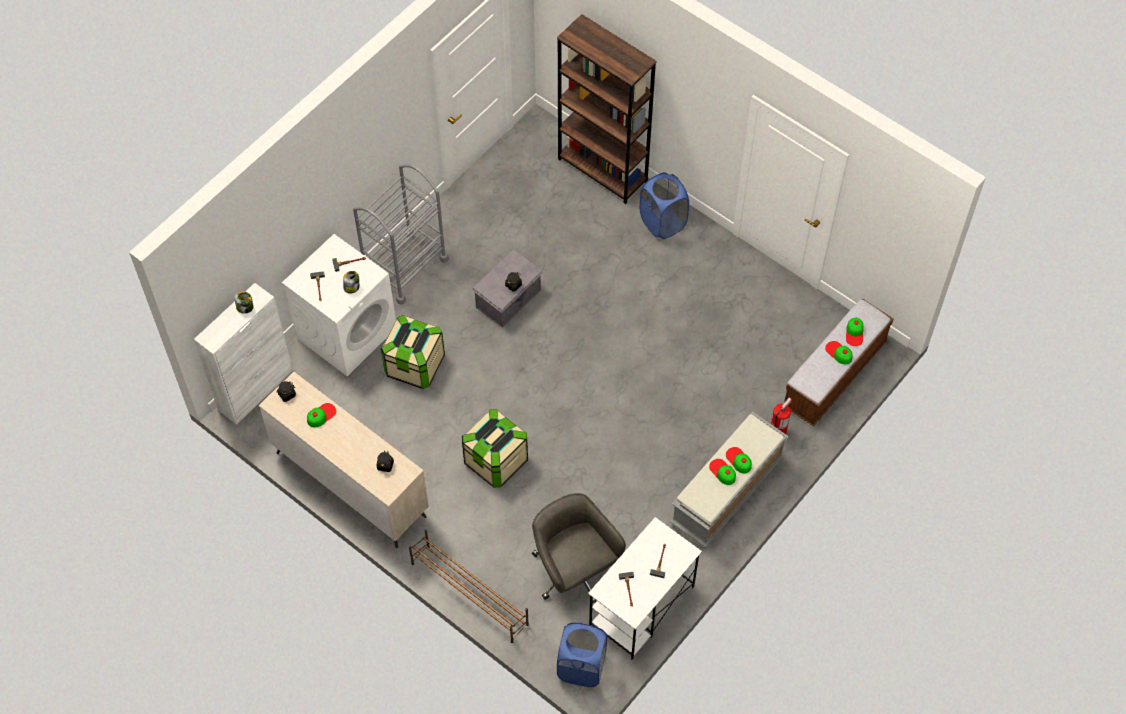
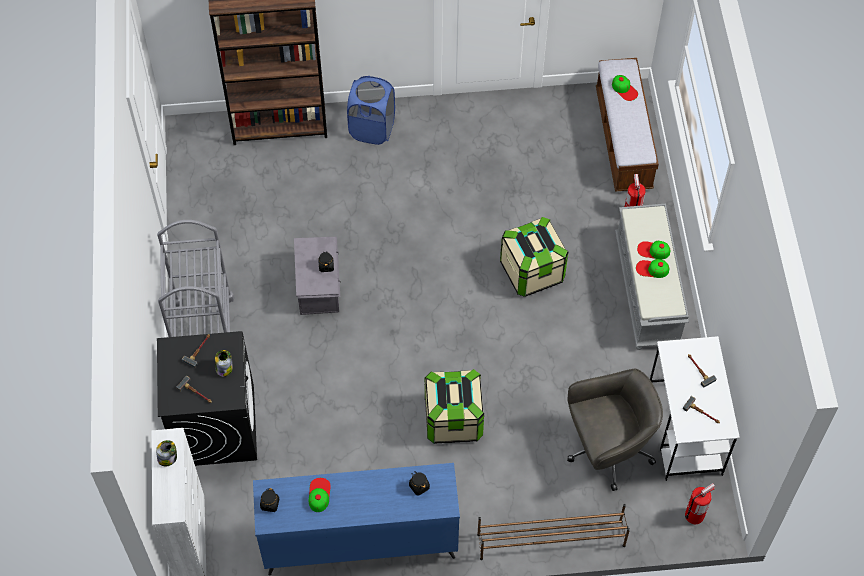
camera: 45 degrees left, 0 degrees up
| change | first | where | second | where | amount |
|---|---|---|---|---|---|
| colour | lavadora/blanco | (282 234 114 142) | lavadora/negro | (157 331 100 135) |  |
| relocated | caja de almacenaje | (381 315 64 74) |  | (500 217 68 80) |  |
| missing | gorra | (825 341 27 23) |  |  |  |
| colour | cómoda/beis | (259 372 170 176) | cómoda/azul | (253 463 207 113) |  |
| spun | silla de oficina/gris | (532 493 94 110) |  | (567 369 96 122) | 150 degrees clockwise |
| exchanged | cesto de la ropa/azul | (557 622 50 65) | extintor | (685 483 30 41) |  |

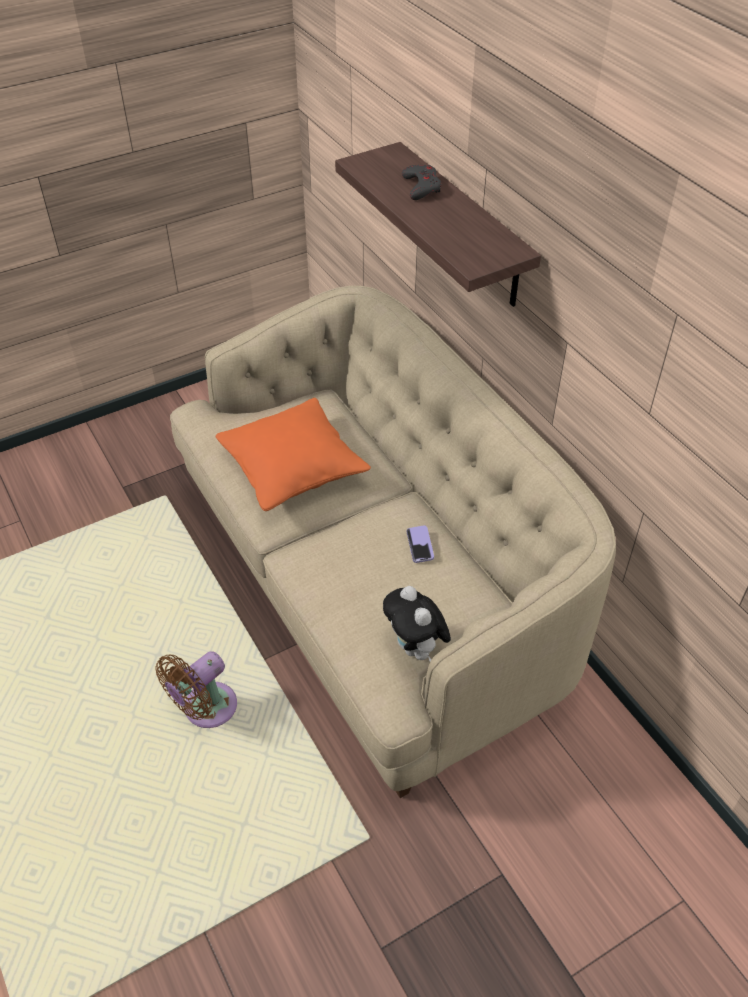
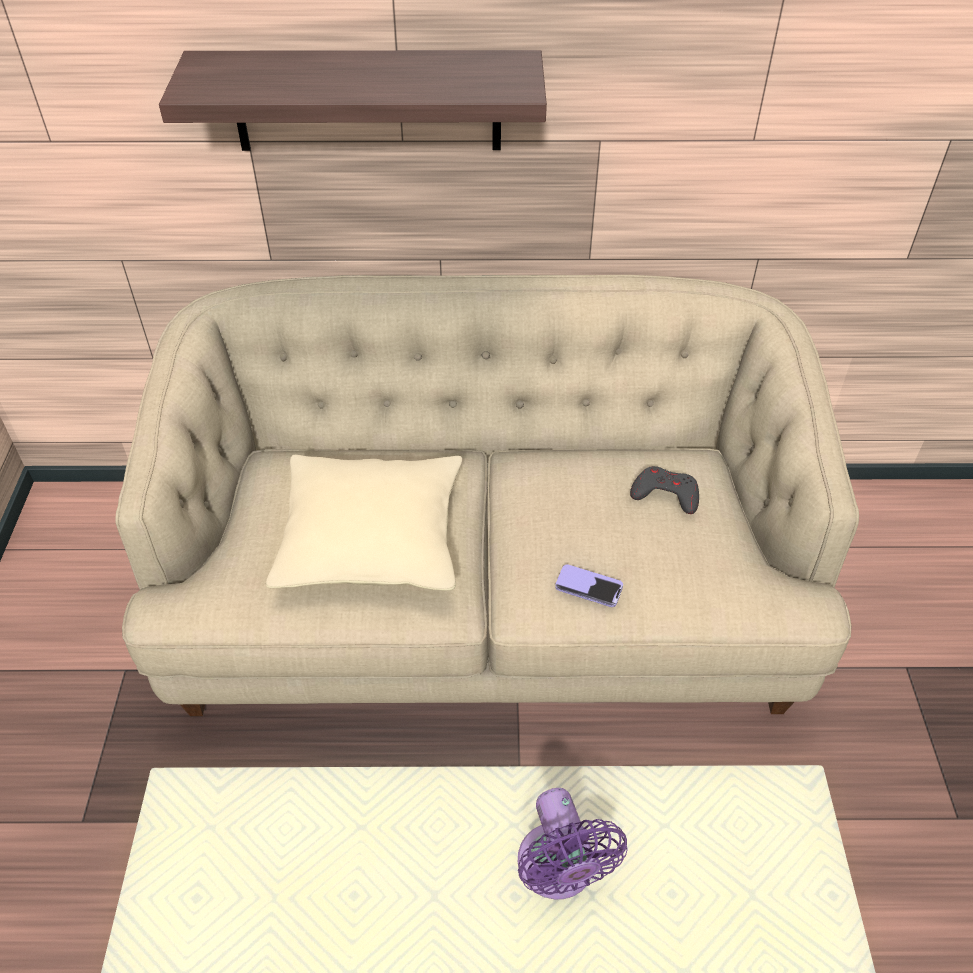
camera: 60 degrees left, 0 degrees up
| change | first | where | second | where | amount |
|---|---|---|---|---|---|
| relocated | mando de consola/gris | (402 165 40 35) |  | (630 466 69 48) |  |
| colour | cojín/naranja | (216 398 155 113) | cojín/beis | (266 455 196 136) |  |
| relocated | móvil | (406 526 28 37) |  | (555 564 68 43) |  |
| missing | peluche | (383 586 68 75) |  |  |  |
| colour | ventilador/marrón | (155 651 82 77) | ventilador/morado | (518 788 110 112) |  |

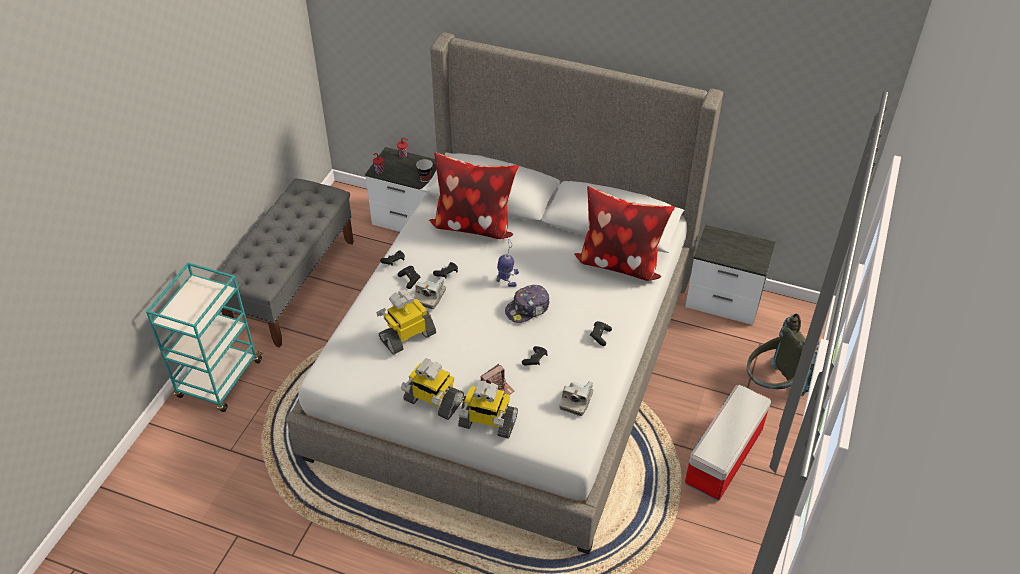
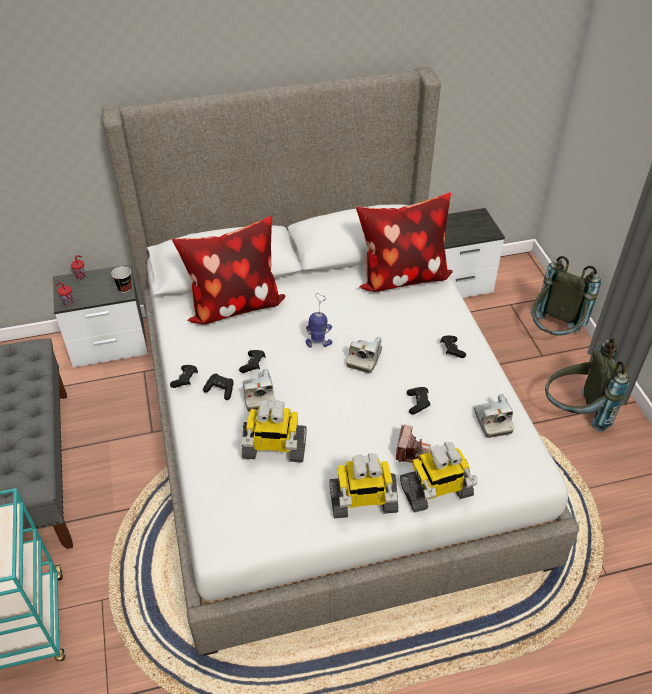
camera: 35 degrees left, 0 degrees up
| change | first | where | second | where | amount |
|---|---|---|---|---|---|
| exchanged | gorra | (505 285 44 38) | cámara | (346 337 36 36) |  |
| spun | robot de juguete | (376 289 60 66) |  | (242 399 65 64) | 105 degrees counterclockwise |
| exchanged | caja de almacenaje | (685 384 86 117) | mochila/gris | (545 339 85 93) |  |

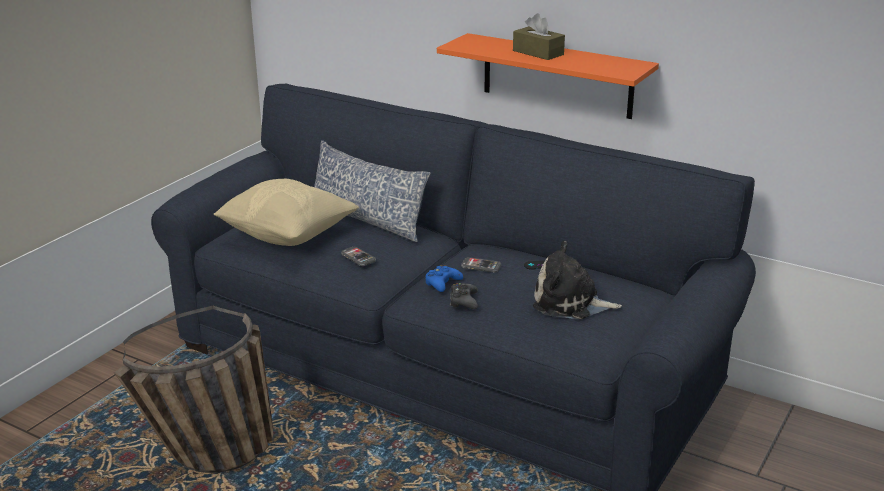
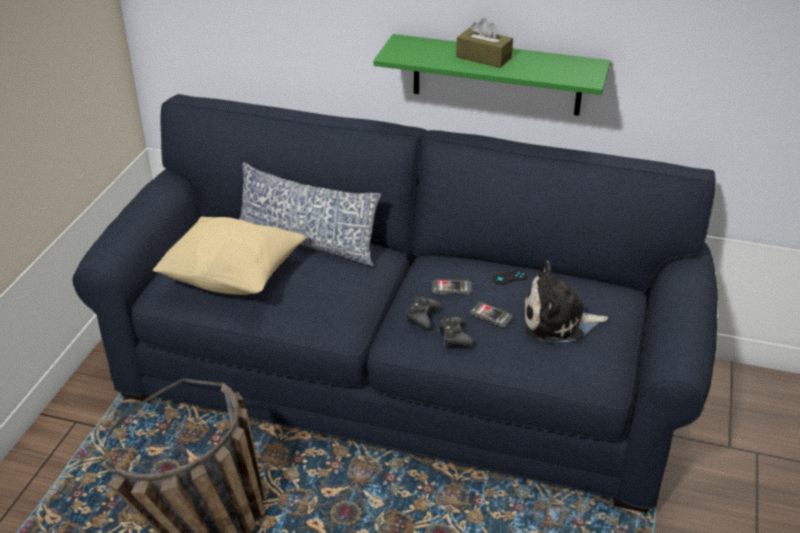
camera: 15 degrees left, 10 degrees up
| change | first | where | second | where | amount |
|---|---|---|---|---|---|
| colour | estante/naranja | (437 33 222 86) | estante/verde | (374 34 237 82) |  |
| relocated | móvil | (341 247 35 19) |  | (470 302 43 25) |  |
| colour | mando de consola/azul | (425 265 38 27) | mando de consola/negro | (406 297 36 32) |  |

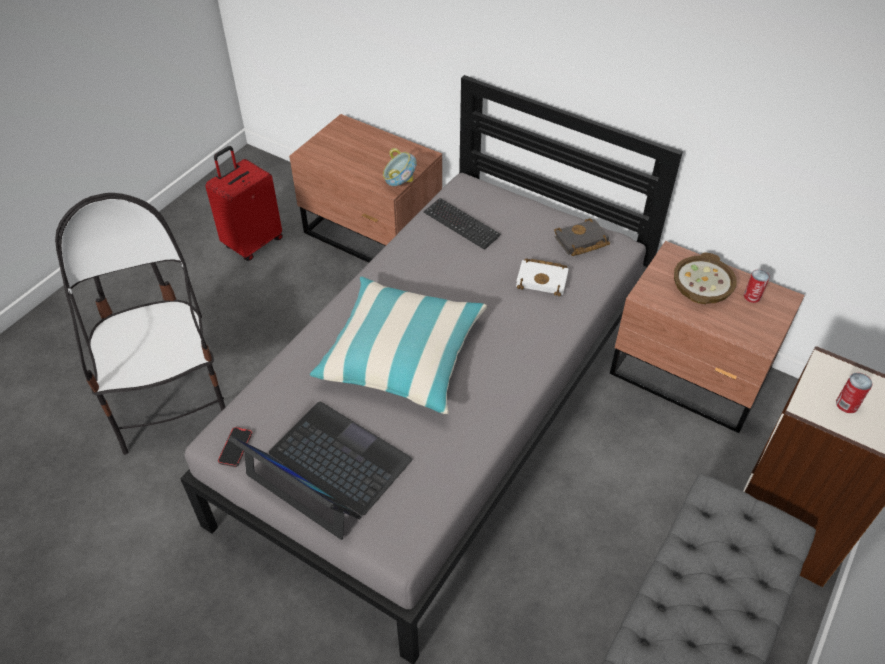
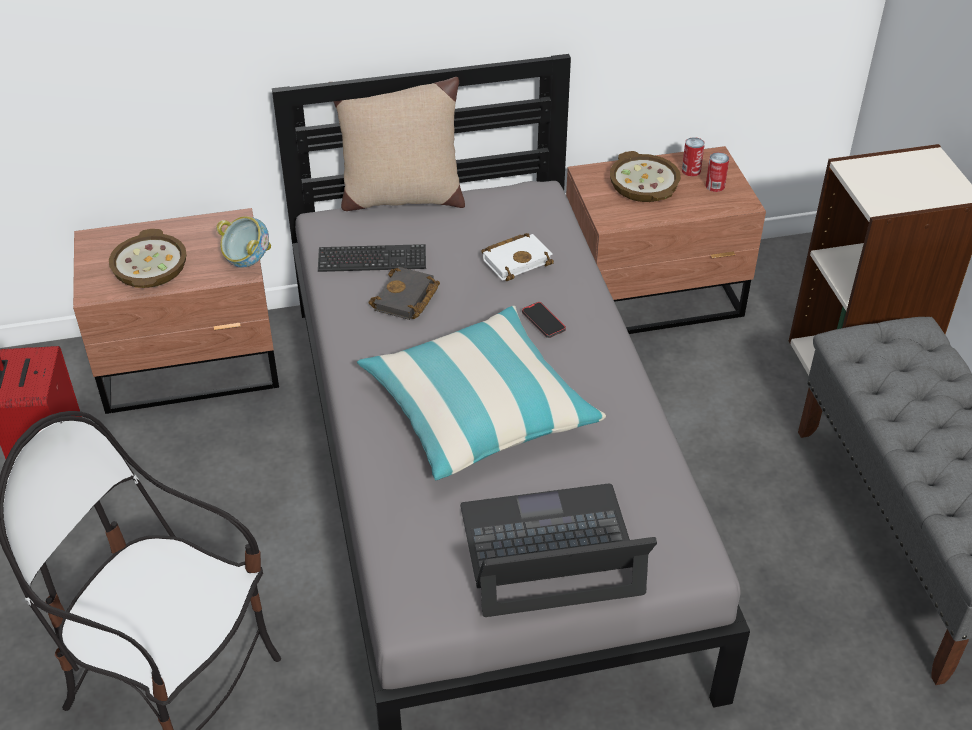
camera: 45 degrees left, 5 degrees down
| change | first | where | second | where | amount |
|---|---|---|---|---|---|
| relocated | libro/negro | (554 218 56 38) |  | (368 267 72 53) |  |
| relocated | lata | (836 373 37 40) |  | (706 152 23 40) |  |
| relocated | móvil | (218 427 34 40) |  | (522 302 44 36) |  |
| appeared |  |  | cojín/beis | (333 77 132 134) |  |
| appeared |  |  | cuenco | (109 229 77 59) |  |

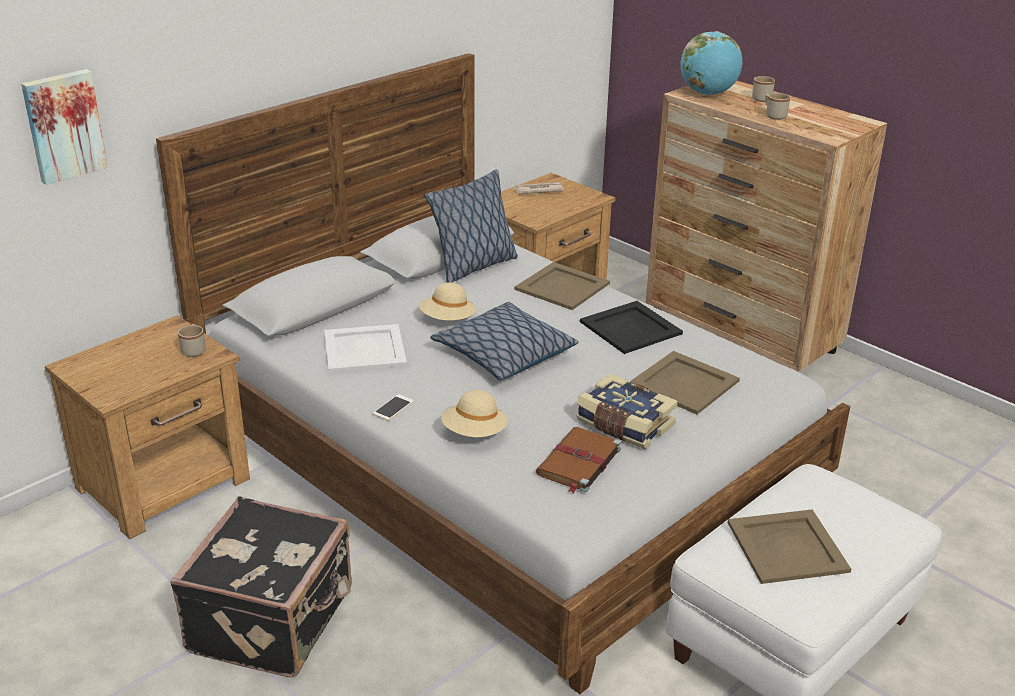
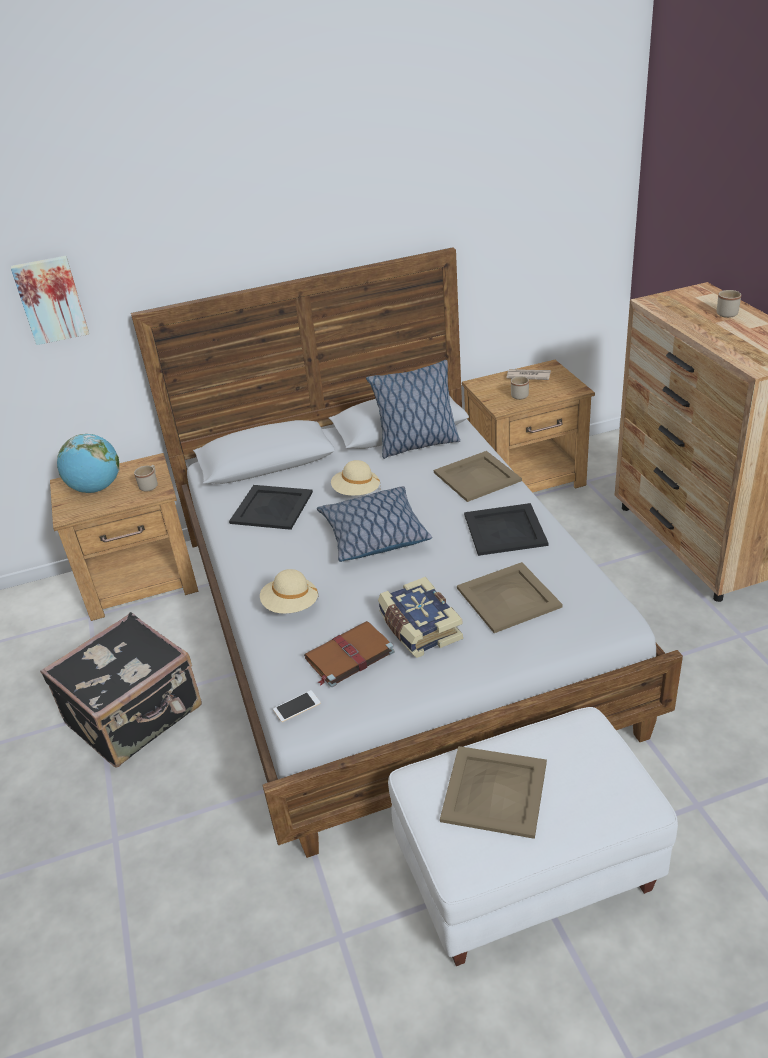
camera: 30 degrees right, 5 degrees up
| change | first | where | second | where | amount |
|---|---|---|---|---|---|
| relocated | globo terráqueo | (680 31 62 64) |  | (57 434 63 59) |  |
| relocated | taza grande/beis | (765 93 25 27) |  | (511 376 18 24) |  |
| colour | bandeja/blanco | (324 324 83 48) | bandeja/negro | (229 485 84 45) |  |
| relocated | móvil | (373 394 41 27) |  | (273 690 48 32) |  |

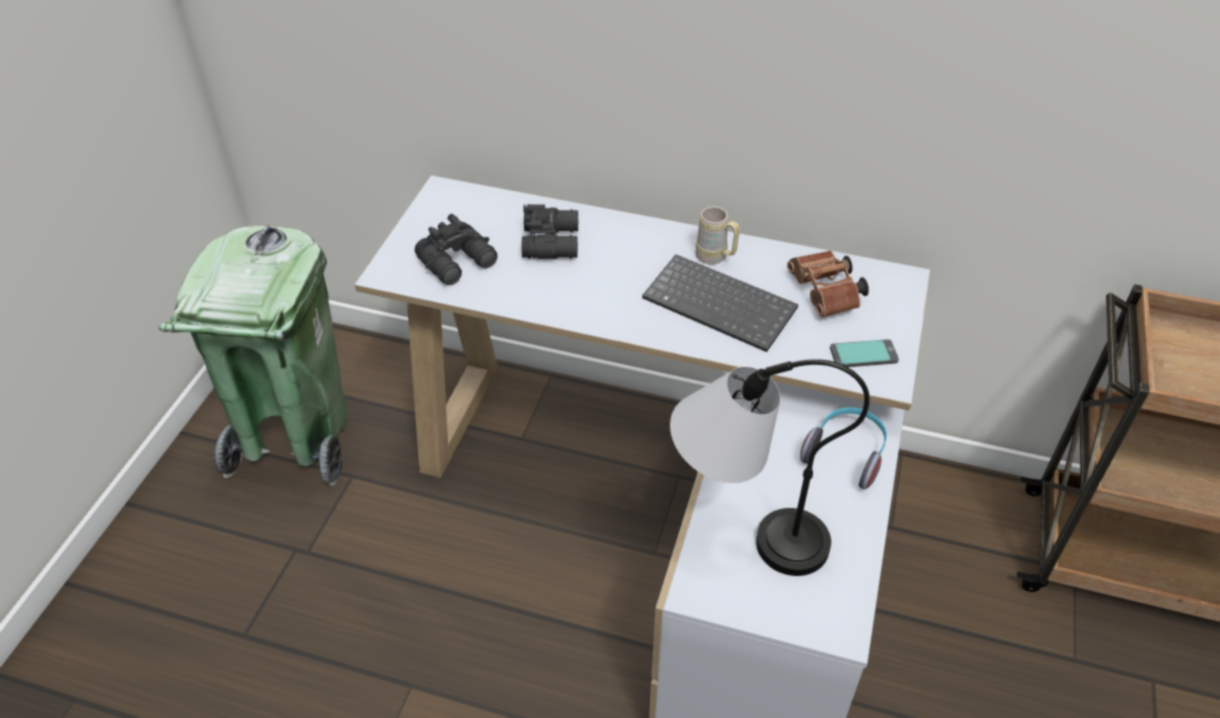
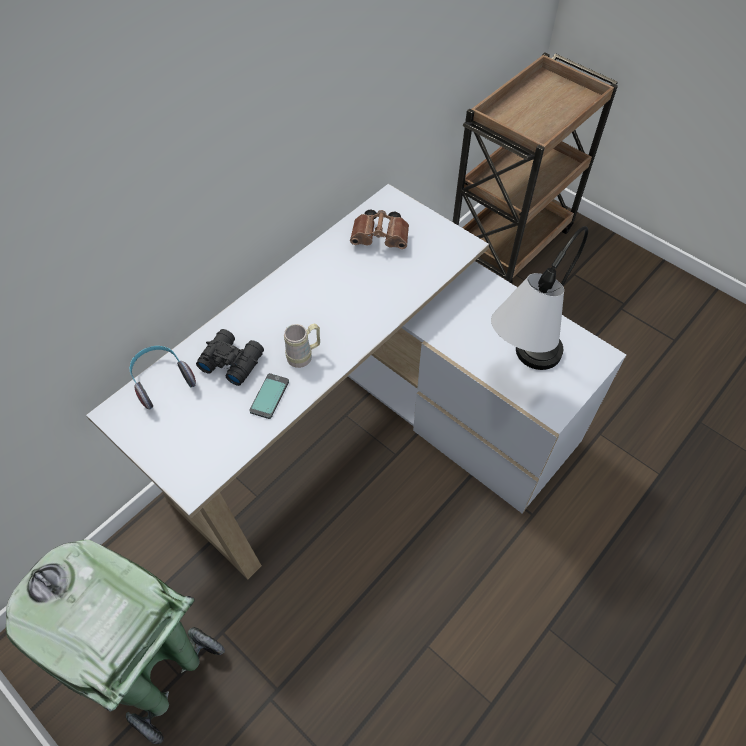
camera: 65 degrees left, 10 degrees up
| change | first | where | second | where | amount |
|---|---|---|---|---|---|
| relocated | taza grande/beis | (695 206 45 59) |  | (284 324 36 44) |  |
| missing | prismáticos/negro | (415 214 83 71) |  |  |  |
| missing | teclado | (642 254 156 98) |  |  |  |
| relocated | móvil | (830 339 69 28) |  | (249 373 40 46) |  |
| relocated | auriculares | (800 407 87 82) |  | (130 346 66 63) |  |

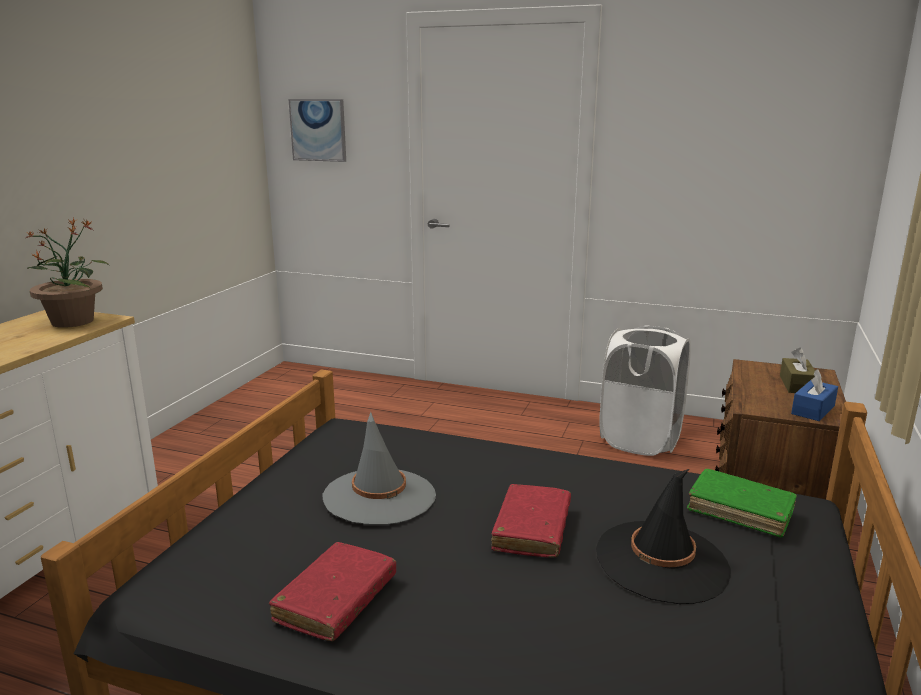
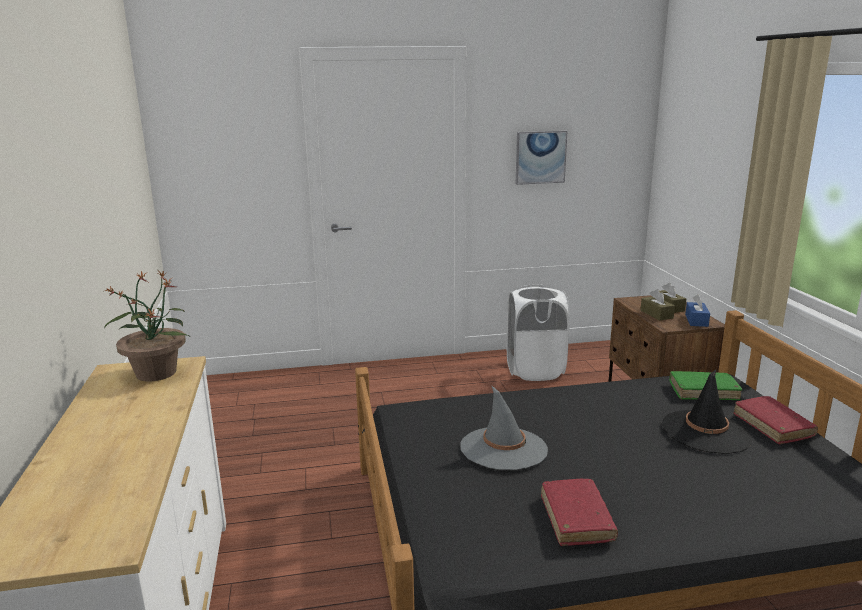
camera: 30 degrees left, 0 degrees up
| change | first | where | second | where | amount |
|---|---|---|---|---|---|
| relocated | cuadro | (289 99 57 63) |  | (516 131 51 54) |  |
| relocated | libro/rojo | (491 484 80 74) |  | (733 396 85 48) |  |
| appeared |  |  | caja de pañuelos/marrón | (640 289 35 31) |  |

